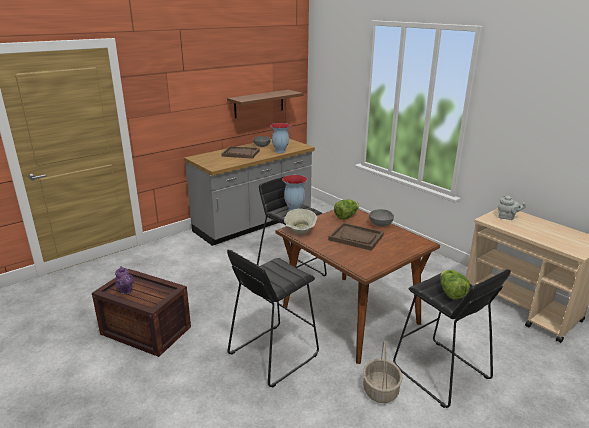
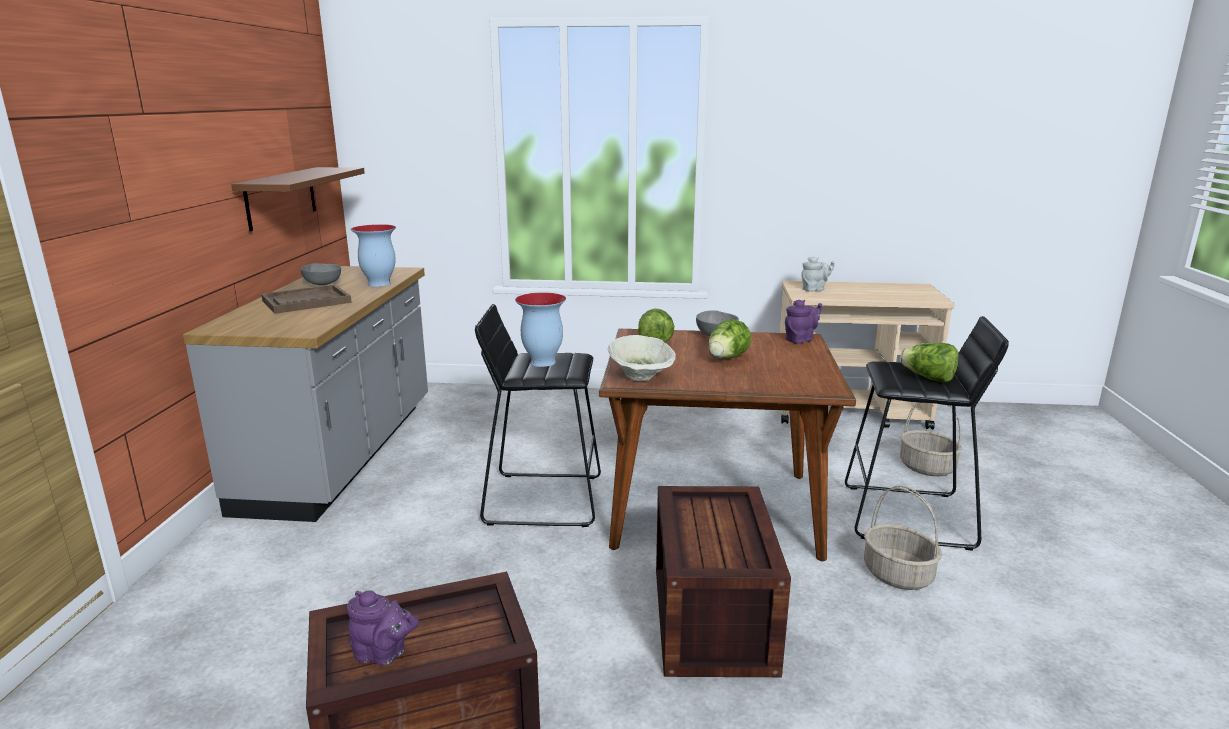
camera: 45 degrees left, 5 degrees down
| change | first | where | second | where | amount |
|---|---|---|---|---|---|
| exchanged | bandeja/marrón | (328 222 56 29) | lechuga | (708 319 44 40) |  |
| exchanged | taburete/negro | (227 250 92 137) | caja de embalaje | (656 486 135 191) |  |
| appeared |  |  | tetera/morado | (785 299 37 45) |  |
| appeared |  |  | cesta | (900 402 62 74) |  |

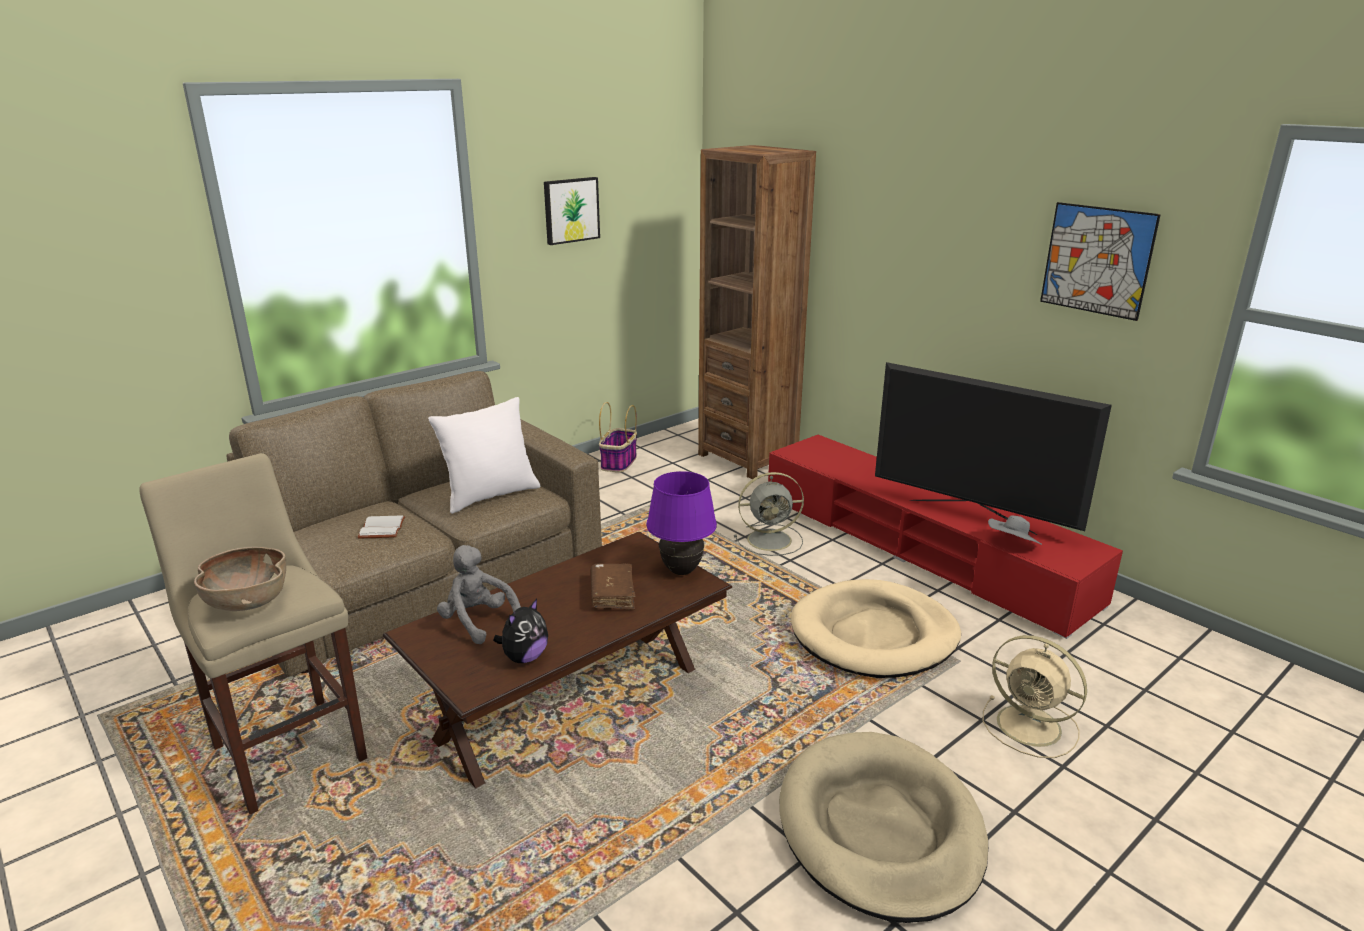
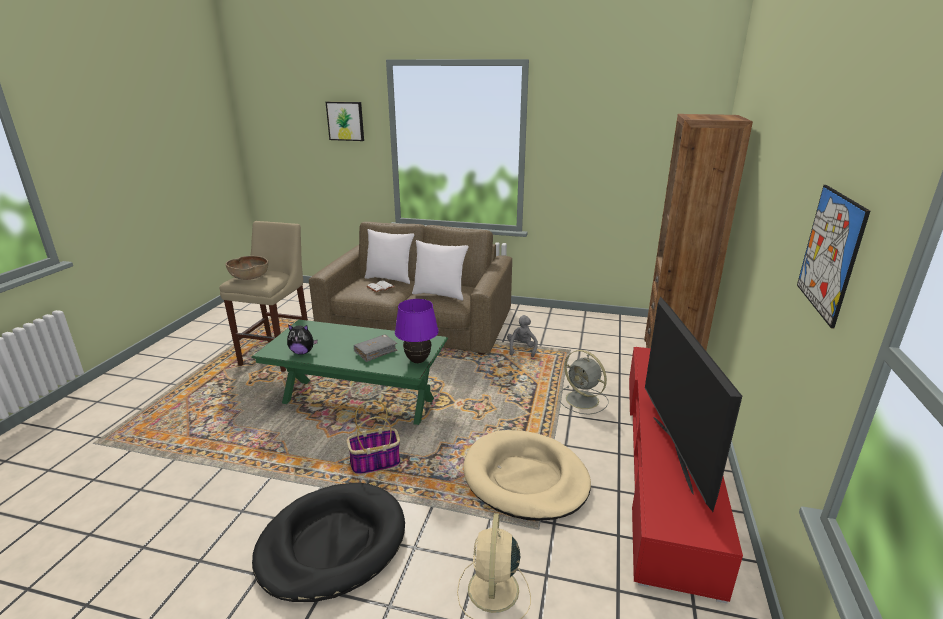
camera: 55 degrees right, 0 degrees up
| change | first | where | second | where | amount |
|---|---|---|---|---|---|
| relocated | cuadro | (544 177 56 68) |  | (326 102 38 39) |  |
| relocated | cesta | (599 402 38 70) |  | (347 400 53 75) |  |
| missing | sombrero/gris | (988 516 54 29) |  |  |  |
| colour | mesa de centro/marrón | (383 532 349 257) | mesa de centro/verde | (251 320 197 105) |  |
| relocated | peluche/gris | (437 545 84 99) |  | (507 315 31 42) |  |
| colour | libro/marrón | (591 563 44 47) | libro/gris | (354 334 44 28) |  |
| colour | cama para perro/beis | (779 732 209 191) | cama para perro/negro | (252 483 153 119) |  |
| appeared |  |  | cojín/blanco | (364 229 50 55) |  |

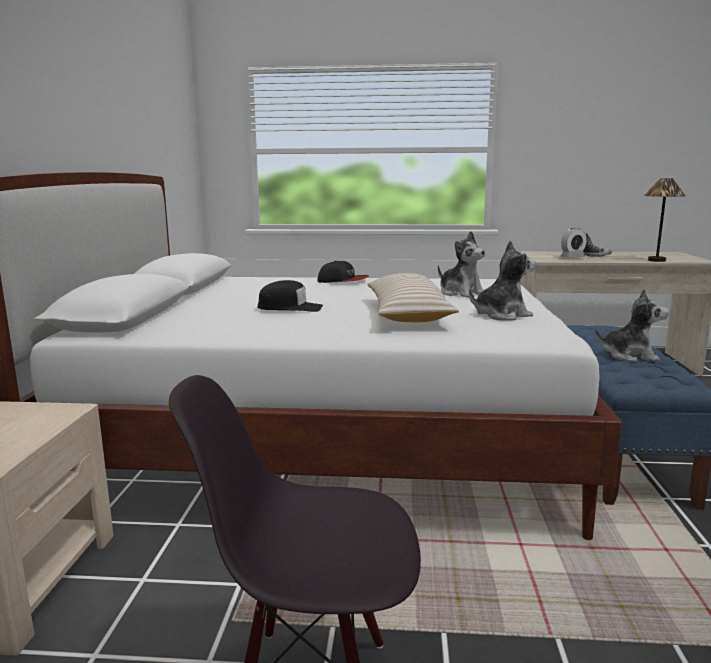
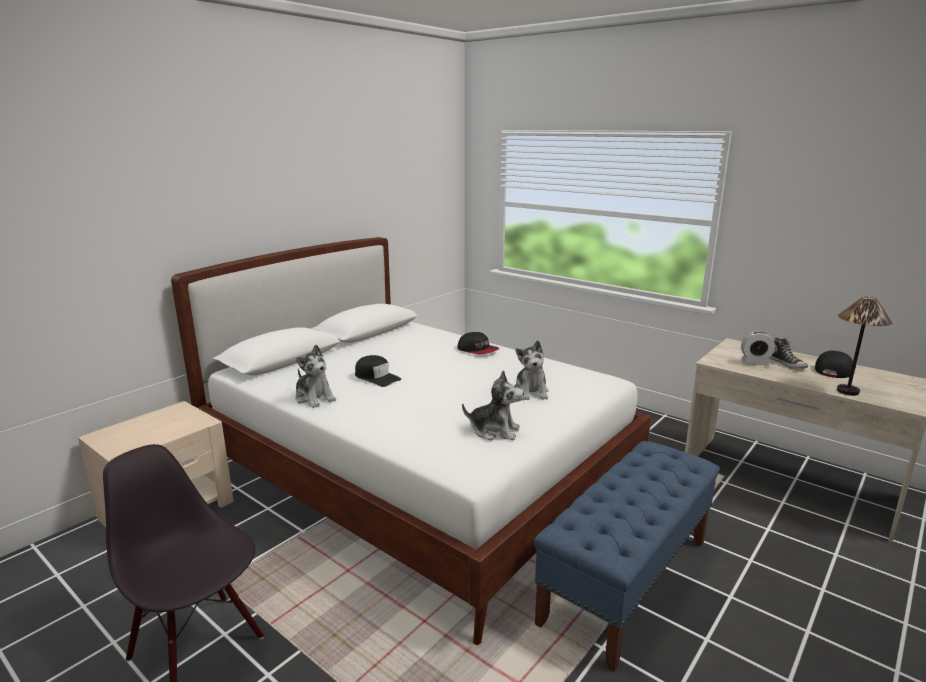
camera: 35 degrees right, 5 degrees up
| change | first | where | second | where | amount |
|---|---|---|---|---|---|
| missing | cojín/beis | (368 273 91 49) |  |  |  |
| relocated | peluche | (595 289 74 73) |  | (295 345 41 63) |  |
| appeared |  |  | gorra | (815 350 41 28) |  |

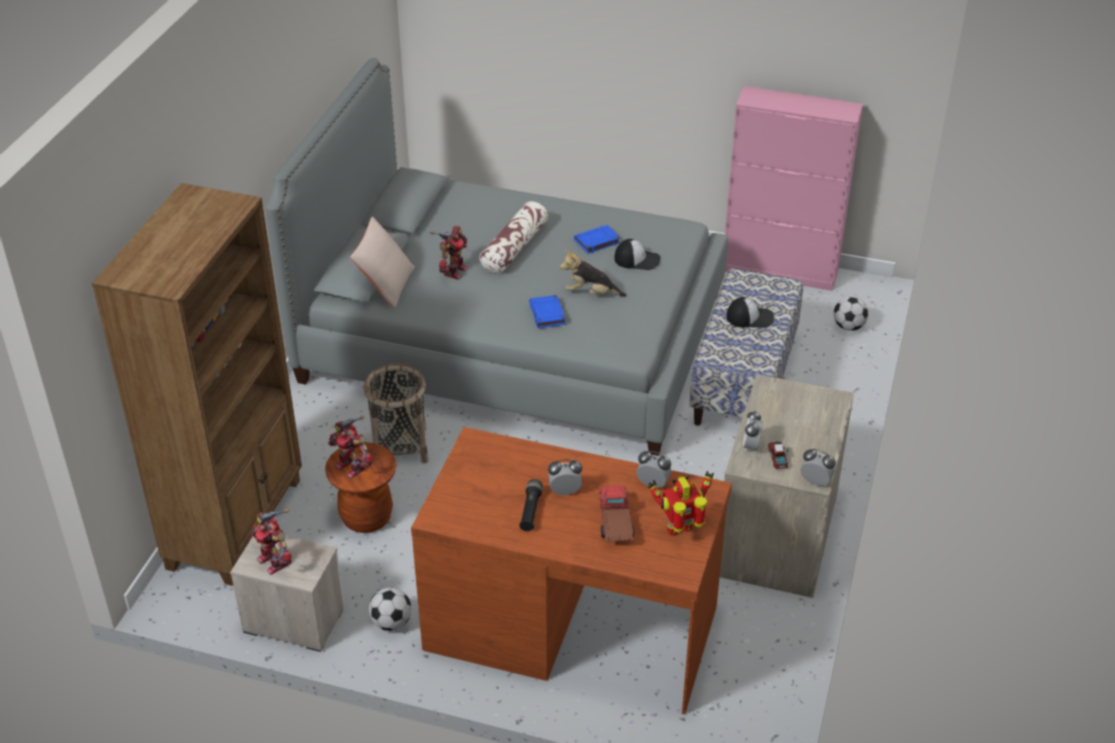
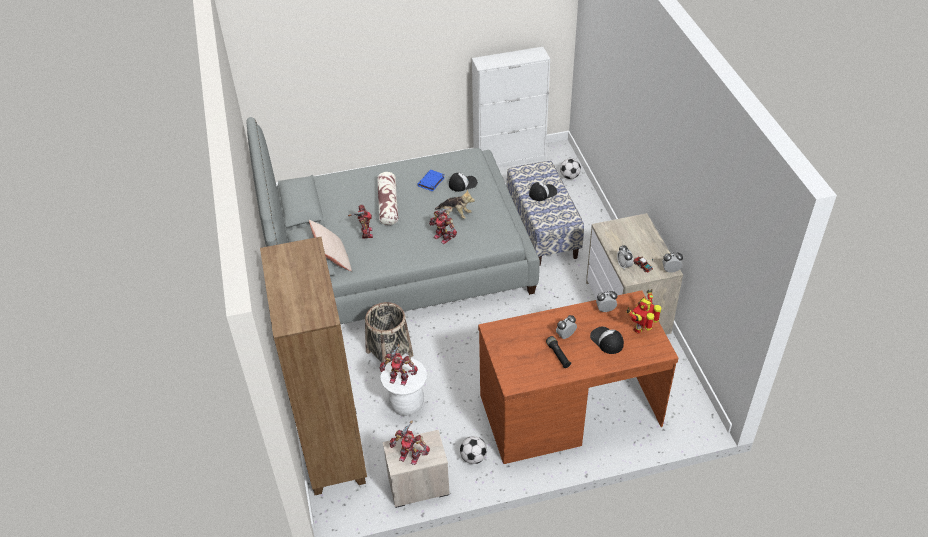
camera: 30 degrees left, 5 degrees up
| change | first | where | second | where | amount |
|---|---|---|---|---|---|
| colour | armario/rosa | (725 86 138 205) | armario/blanco | (472 47 78 121) |  |
| spun | peluche | (560 250 66 47) |  | (435 189 40 30) | 135 degrees counterclockwise |
| exchanged | libro/azul | (529 295 37 33) | robot de juguete | (429 207 28 37) |  |
| colour | taburete/marrón | (325 442 71 91) | taburete/blanco | (380 358 47 58) |  |
| exchanged | camión de juguete | (599 485 35 56) | gorra | (590 326 34 28) |  |

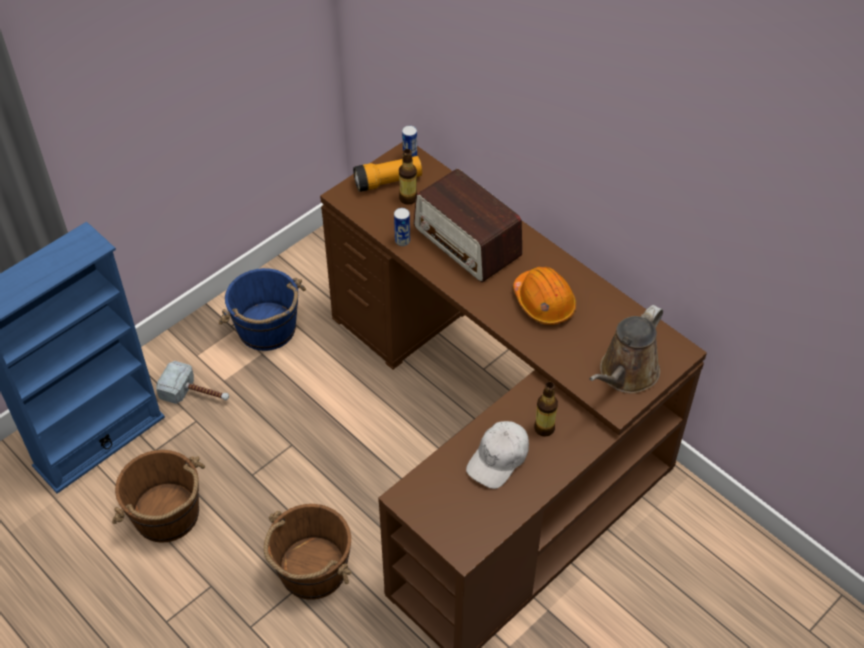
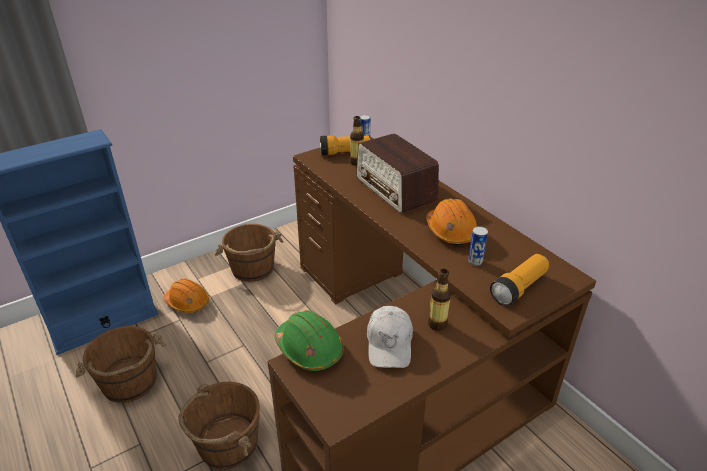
camera: 10 degrees right, 15 degrees down
| change | first | where | second | where | amount |
|---|---|---|---|---|---|
| relocated | lata | (394 208 16 38) |  | (468 226 20 40) |  |
| colour | cubo/azul | (219 268 87 83) | cubo/marrón | (215 224 69 58) |  |
| exchanged | regadera/marrón | (589 305 74 88) | linterna | (490 254 59 52) |  |
| exchanged | martillo | (156 361 73 43) | casco/naranja | (164 279 45 34) |  |
| spun | gorra/blanco | (466 421 63 68) |  | (367 306 46 62) | 45 degrees counterclockwise |
| appeared |  |  | casco/verde | (275 310 69 61) |  |

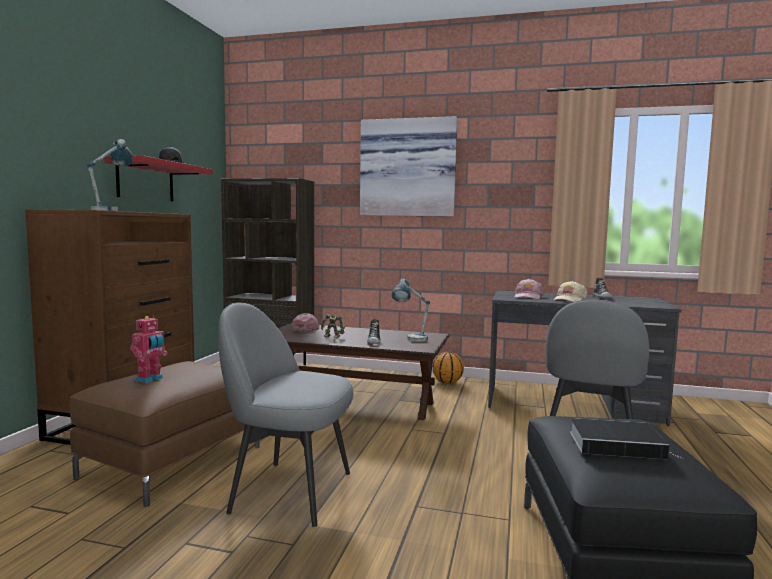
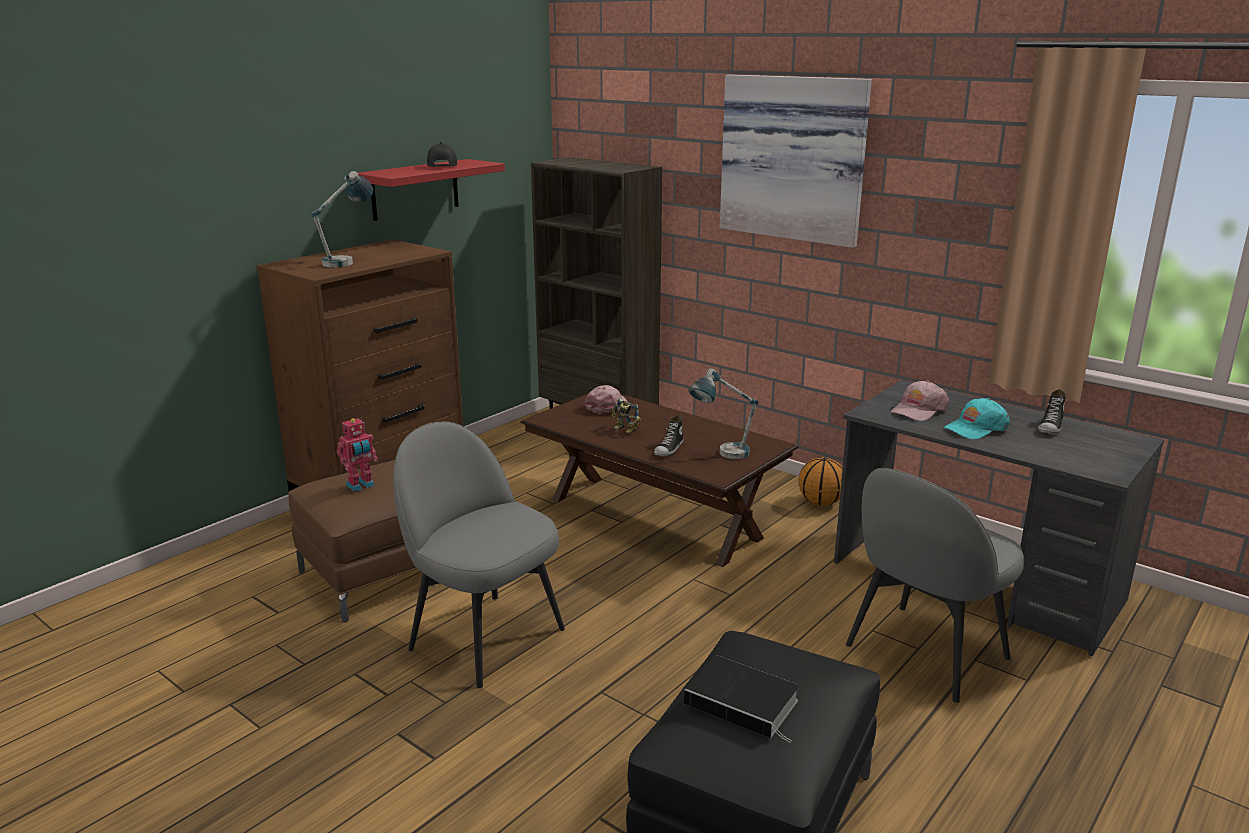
camera: 25 degrees right, 15 degrees up
| change | first | where | second | where | amount |
|---|---|---|---|---|---|
| colour | gorra/beis | (553 281 35 21) | gorra/turquesa | (944 398 66 41) |  |

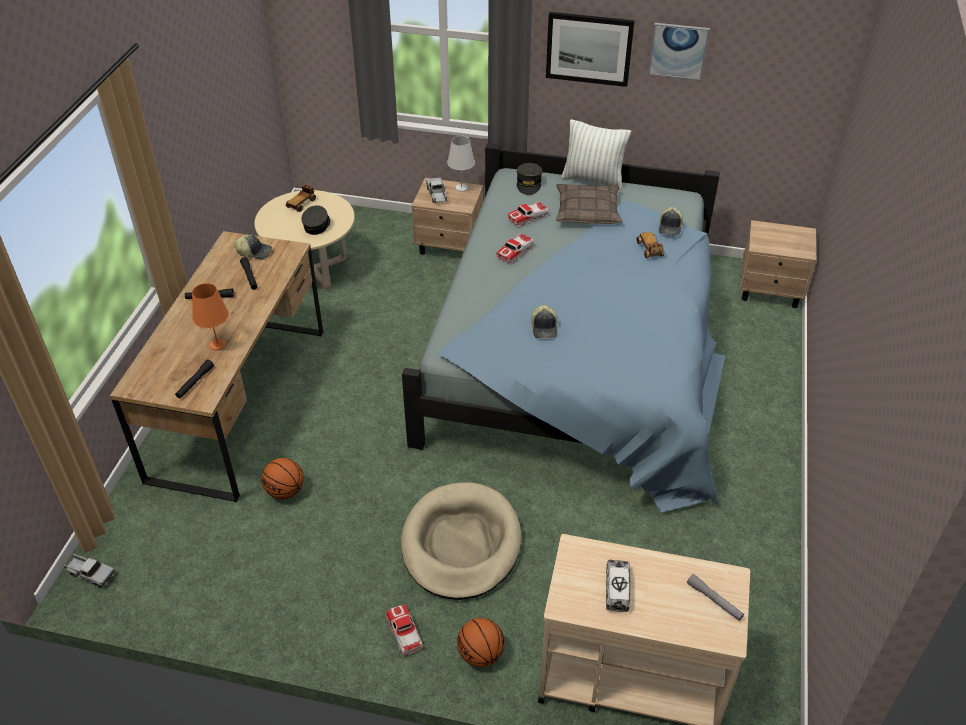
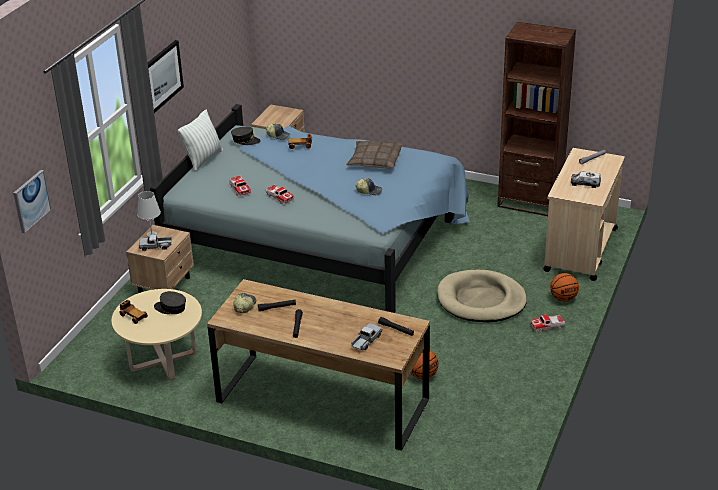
camera: 80 degrees left, 10 degrees down
| change | first | where | second | where | amount |
|---|---|---|---|---|---|
| relocated | cuadro | (648 23 62 57) |  | (13 170 38 63) |  |
| relocated | gorra/gris | (517 163 25 32) |  | (231 127 30 18) |  |
| relocated | cojín | (556 184 66 40) |  | (346 141 57 28) |  |
| missing | lámpara de mesa/naranja | (192 283 37 67) |  |  |  |
| relocated | camión de juguete | (64 554 51 34) |  | (351 323 31 27) |  |
| appeared |  |  | estantería/marrón | (497 22 79 194) |  |

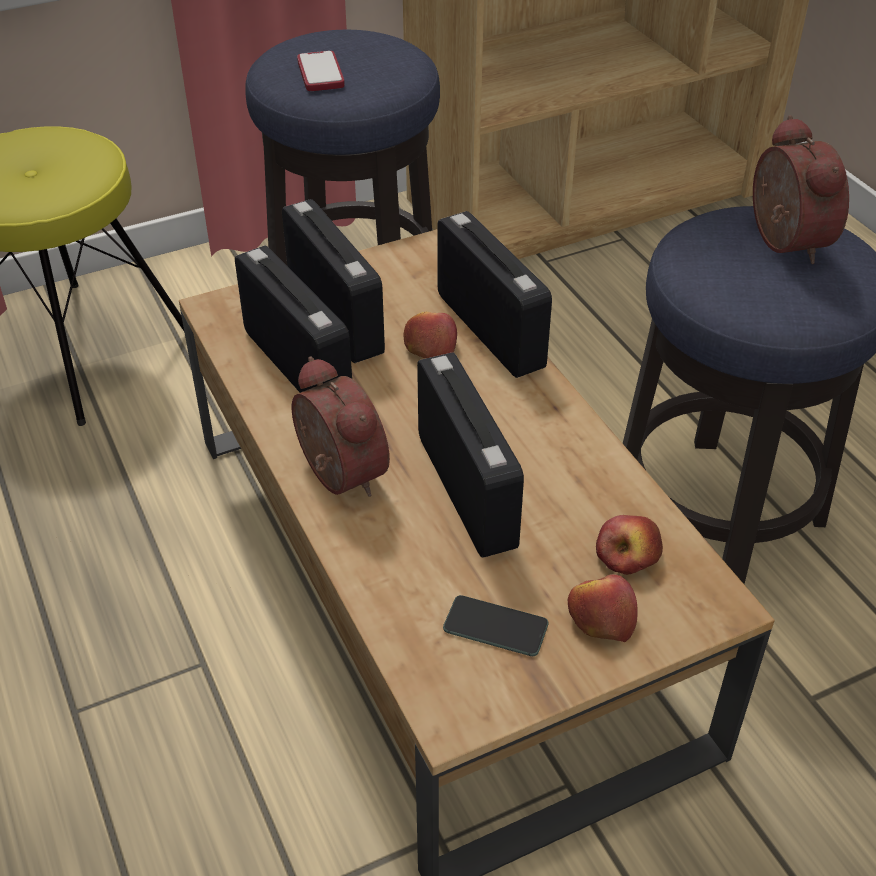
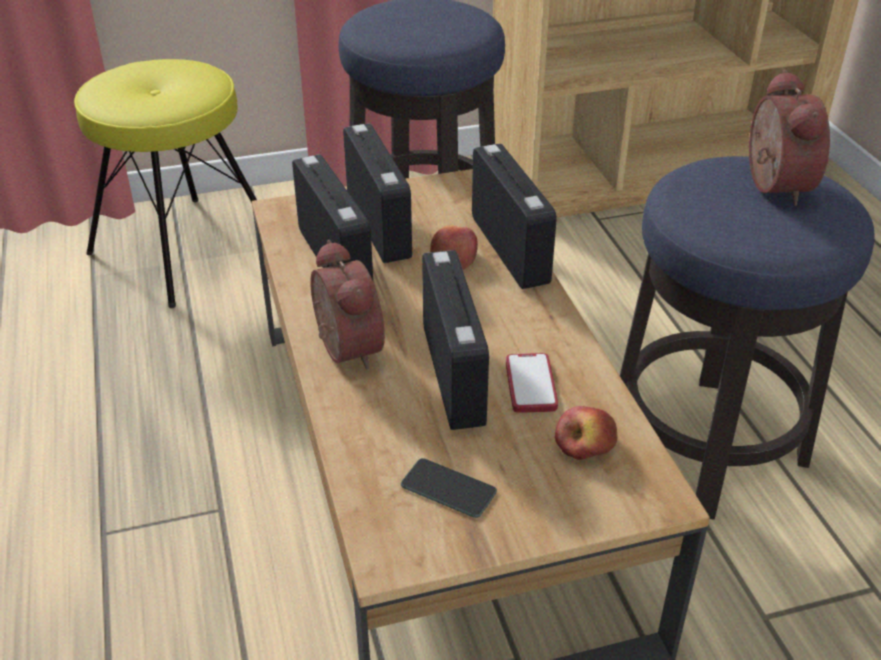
camera: 10 degrees right, 5 degrees down
| change | first | where | second | where | amount |
|---|---|---|---|---|---|
| relocated | móvil | (297 51 48 40) |  | (506 353 52 60) |  |
| missing | manzana | (568 574 70 68) |  |  |  |

